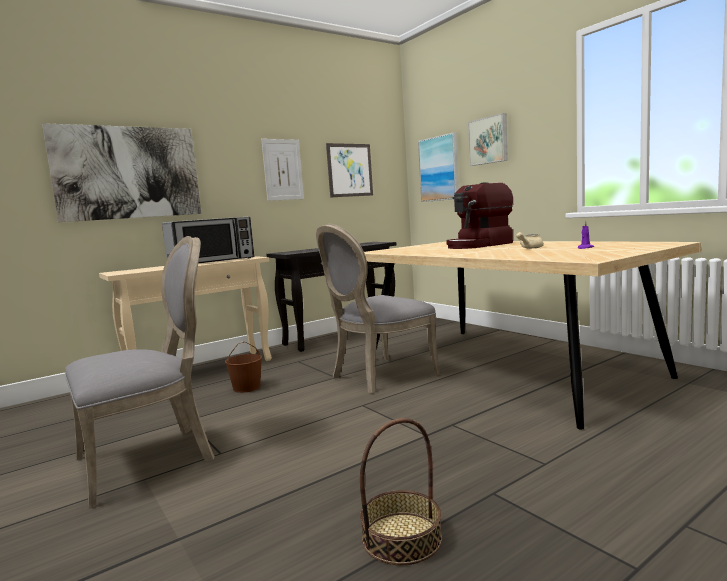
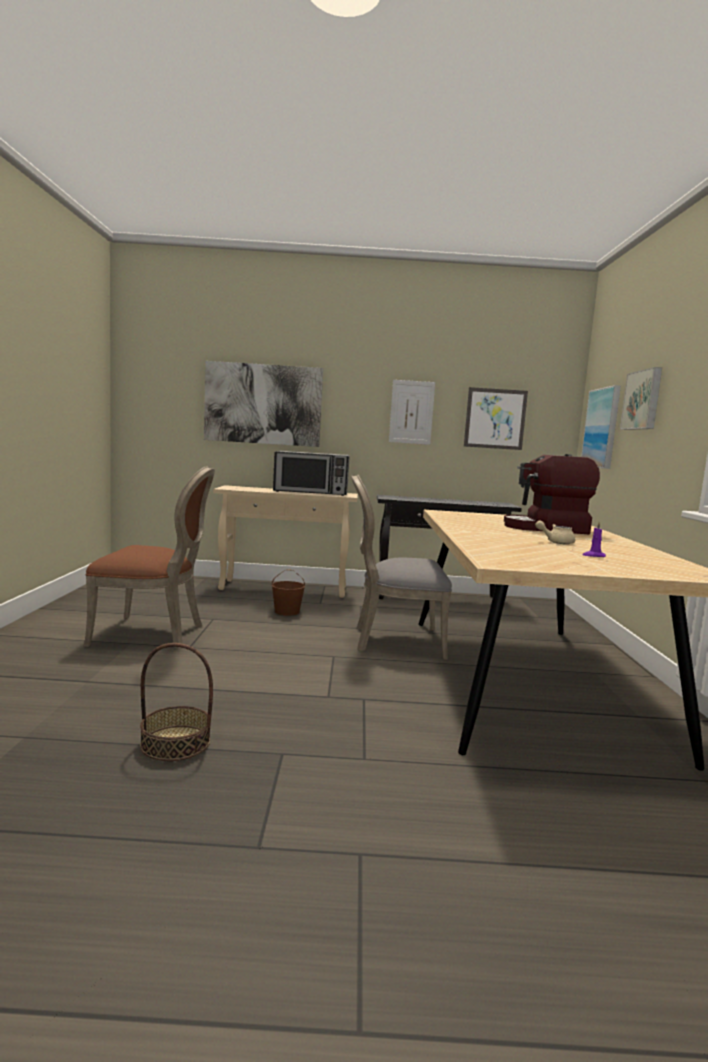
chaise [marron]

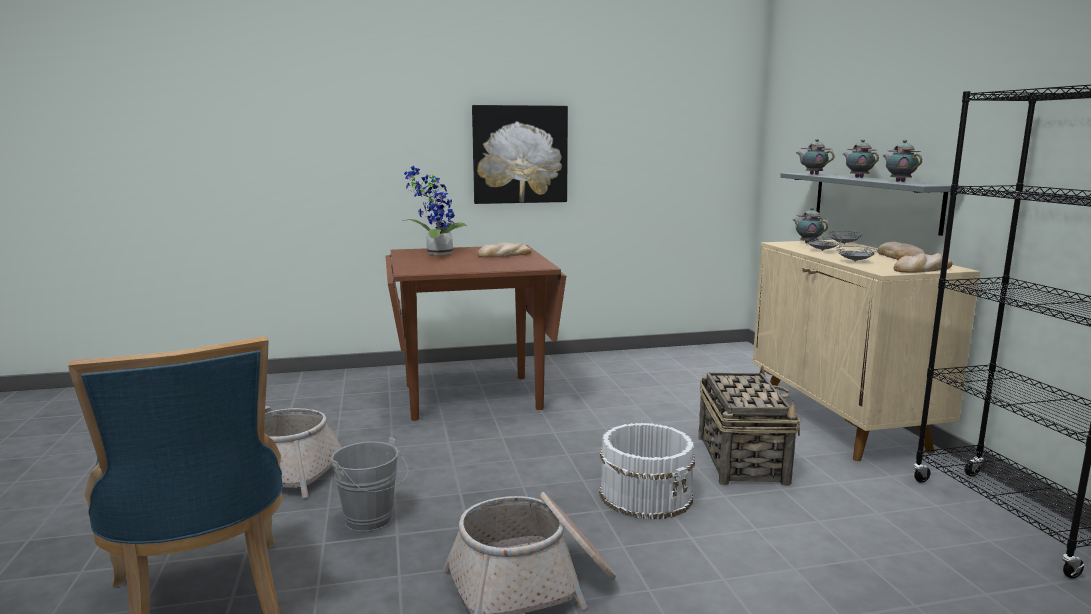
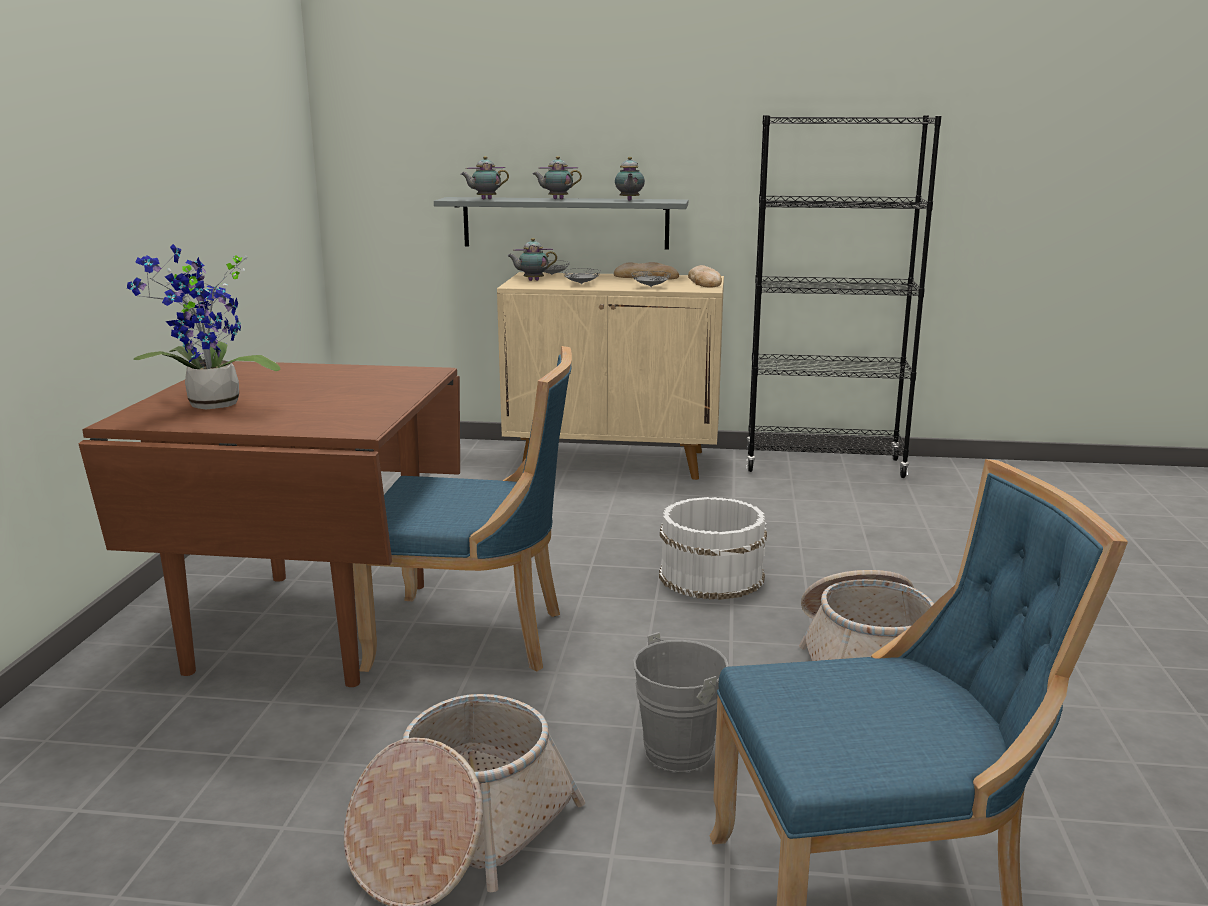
tableau; pain (1st from left in the first image); panier (3rd from left in the first image); chaise [bleu] (1st from left); théière (4th from left)

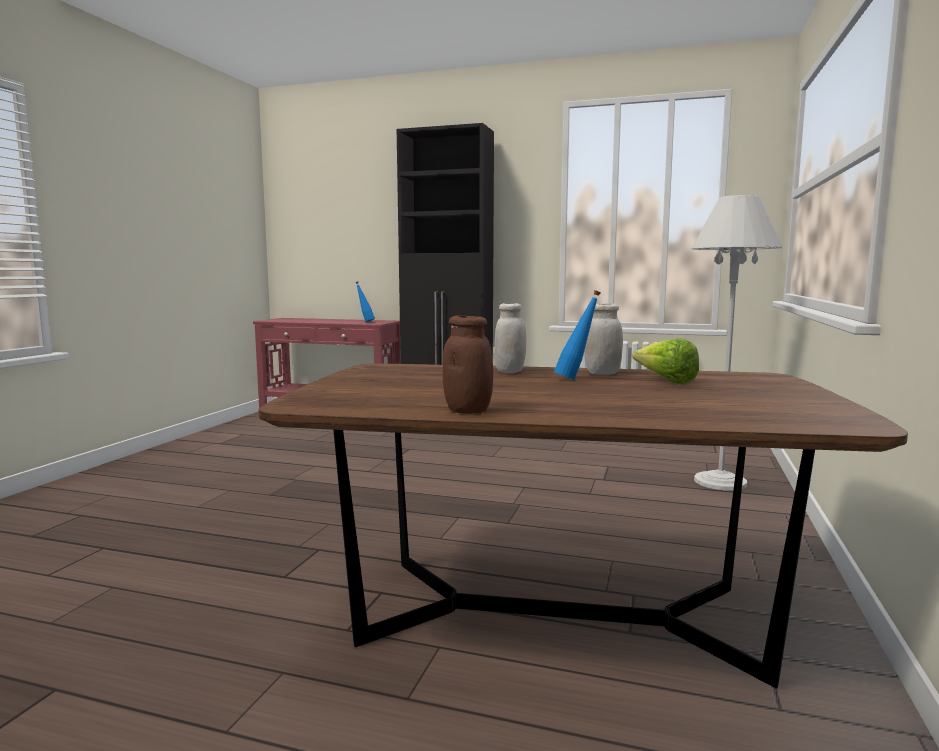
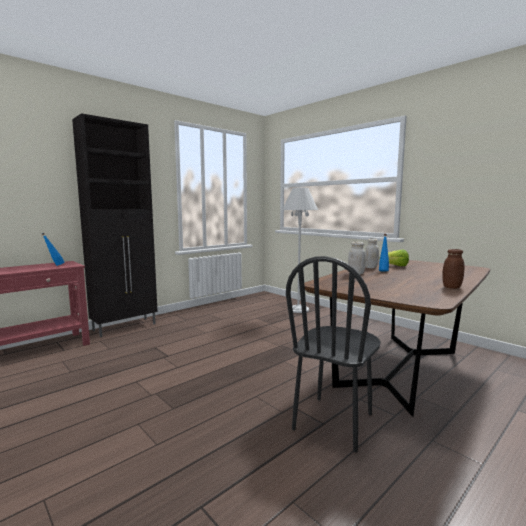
chaise [noir]

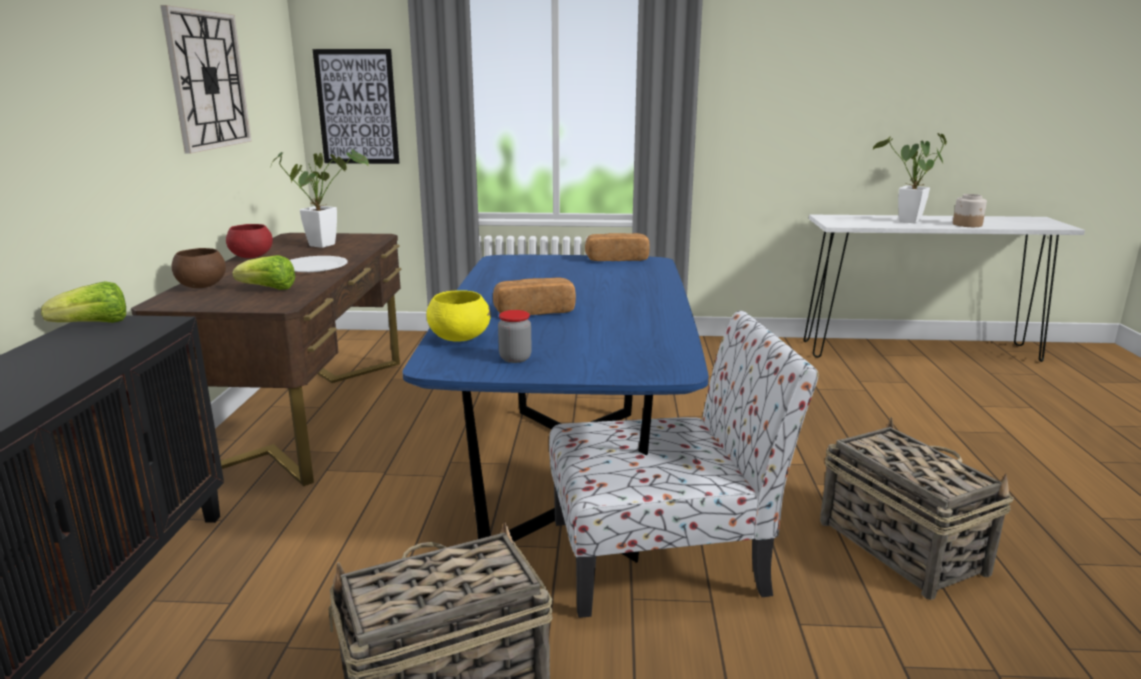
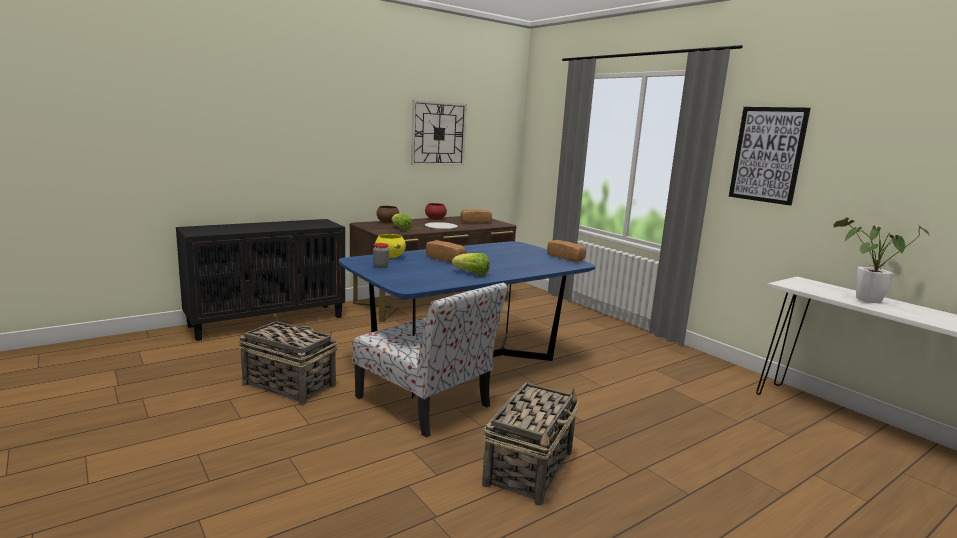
bocal (2nd from left in the first image); laitue (2nd from left); tableau; pain (2nd from left)

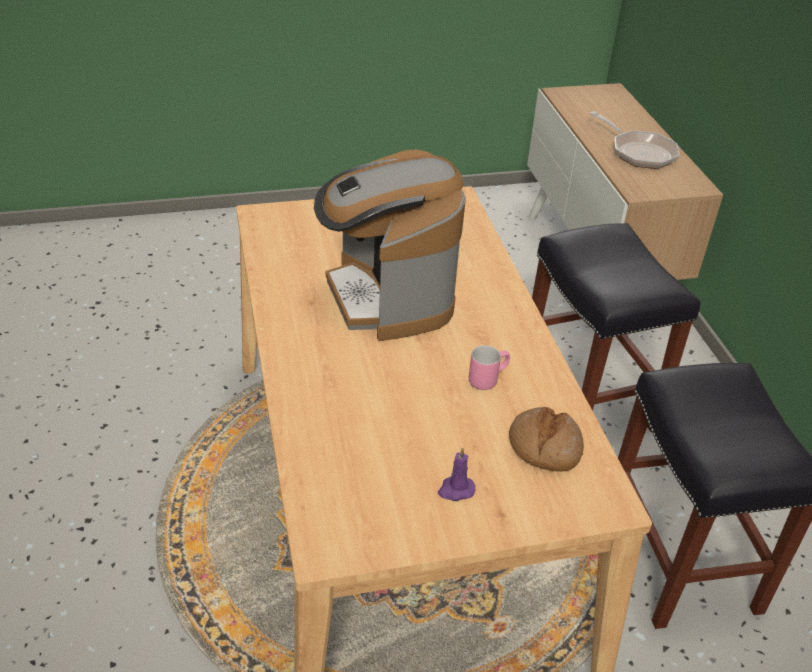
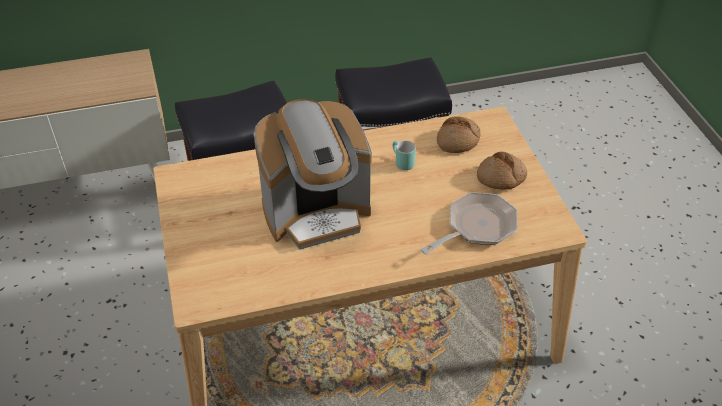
poêle; pain (2nd from left); mug [turquoise]

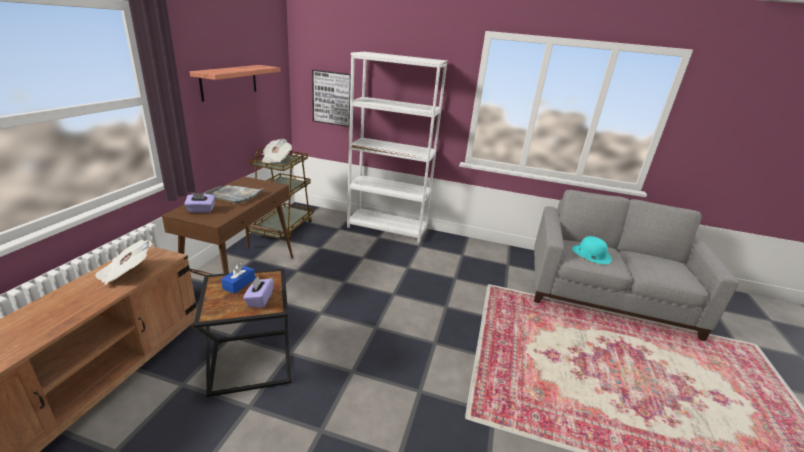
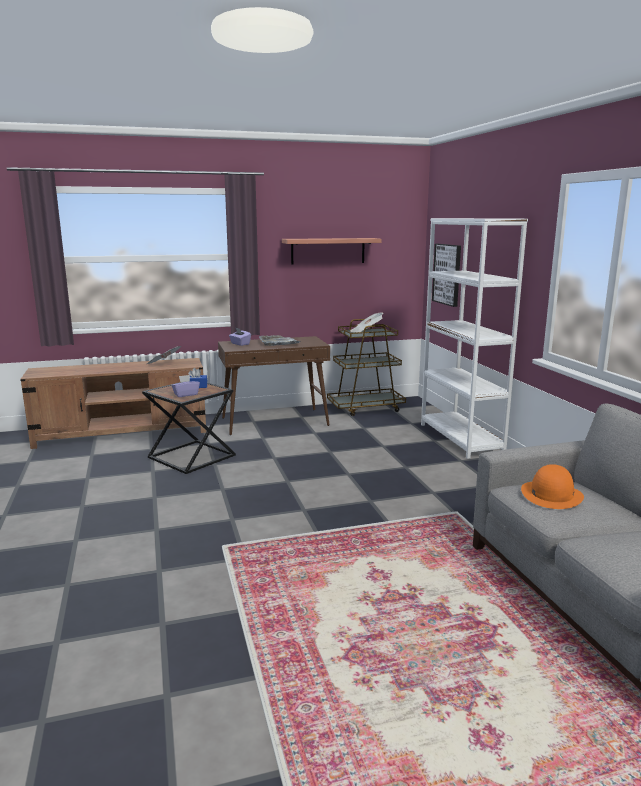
chapeau [orange]

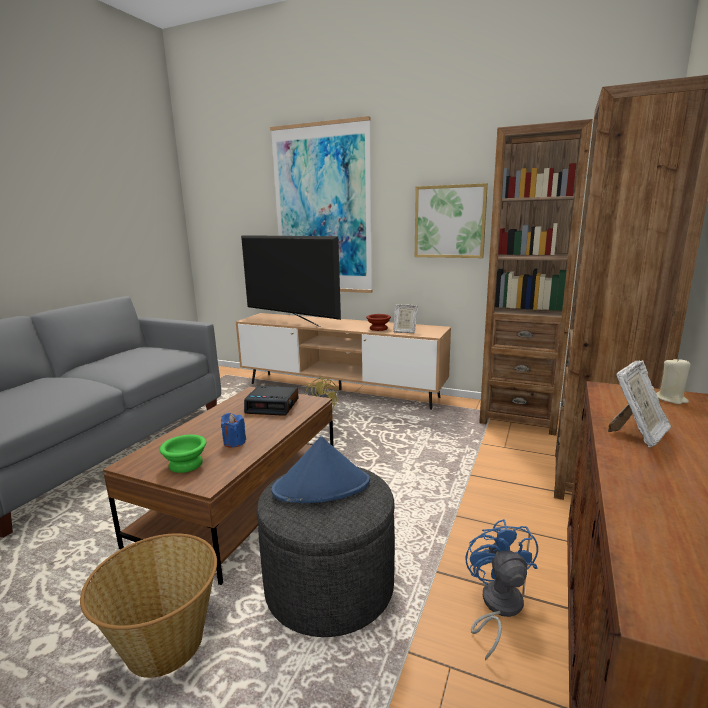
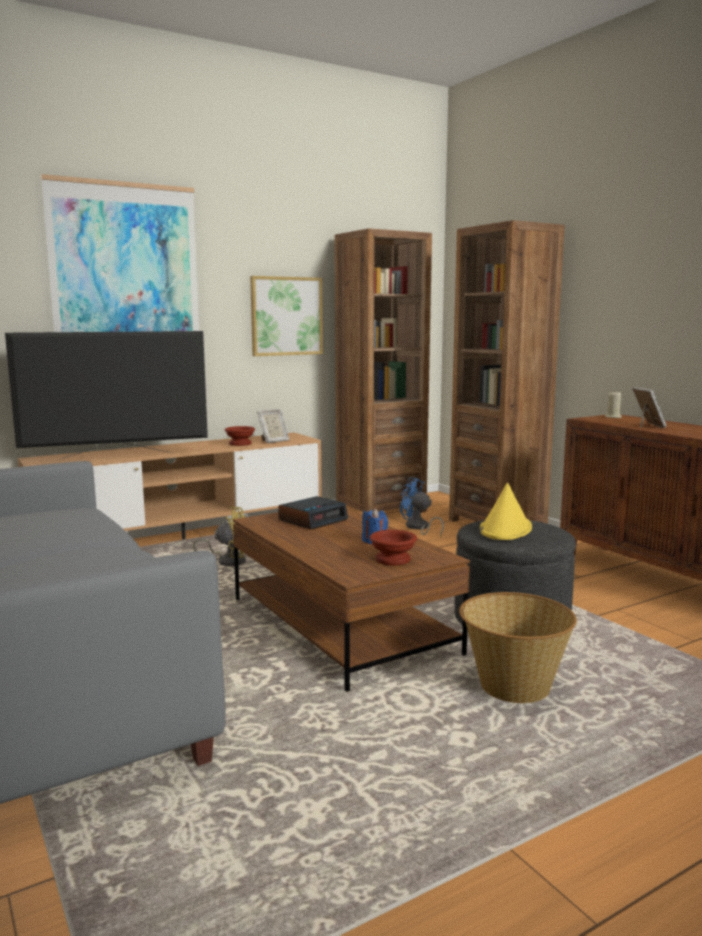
ventilateur [bleu]; bol [marron] (2nd from left); chapeau [jaune]

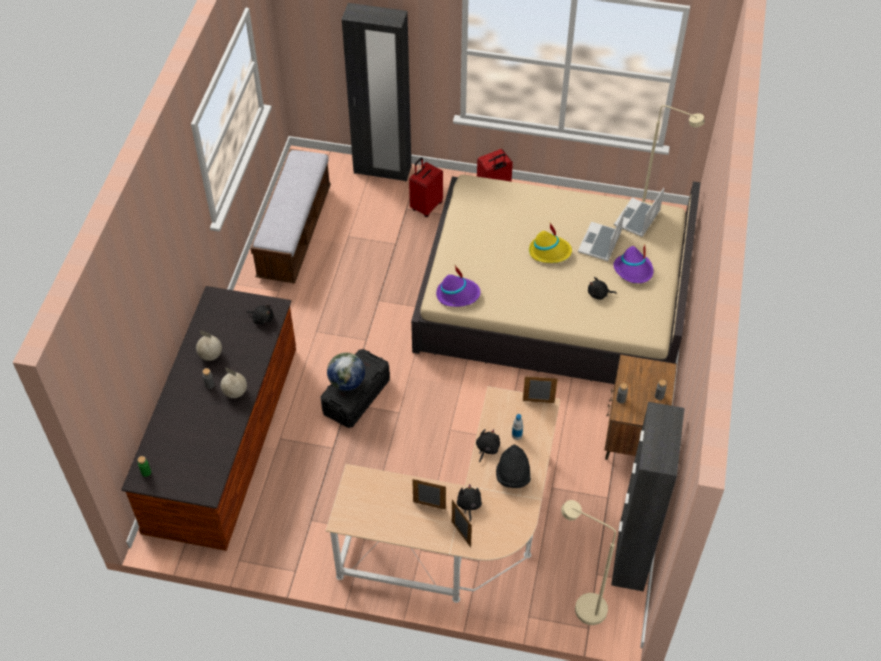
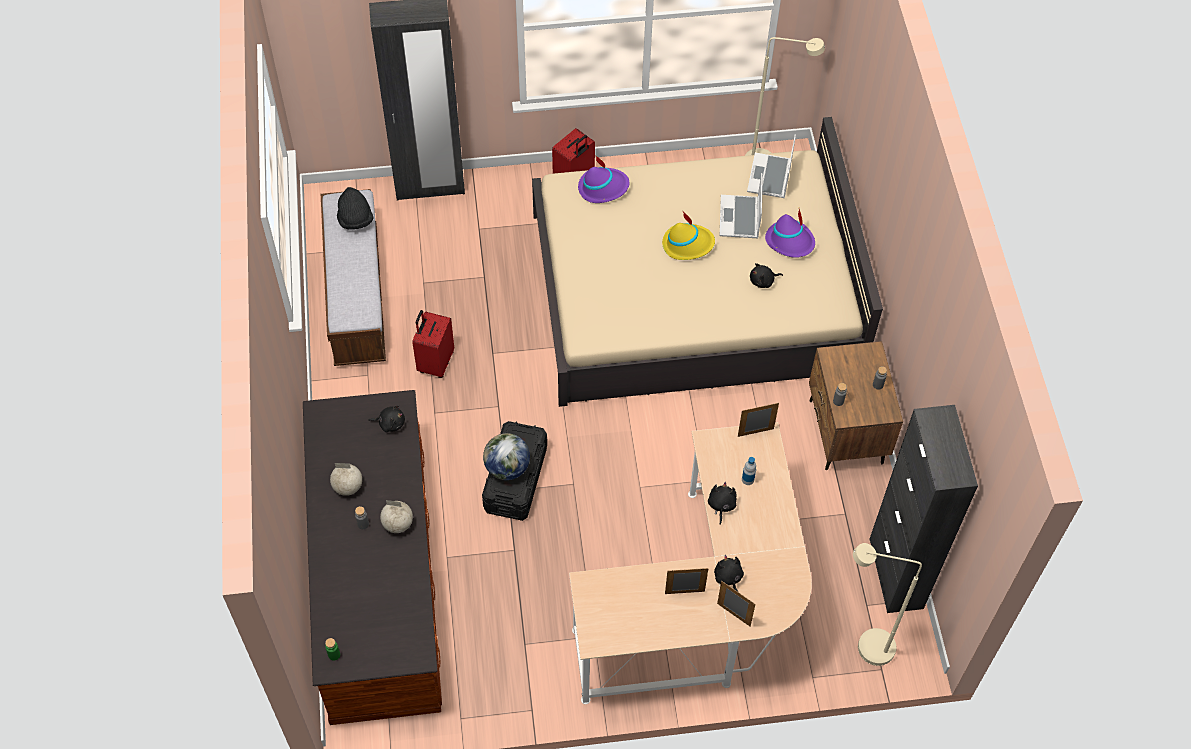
valise [rouge] (1st from left); chapeau [violet] (1st from left); chapeau [noir]

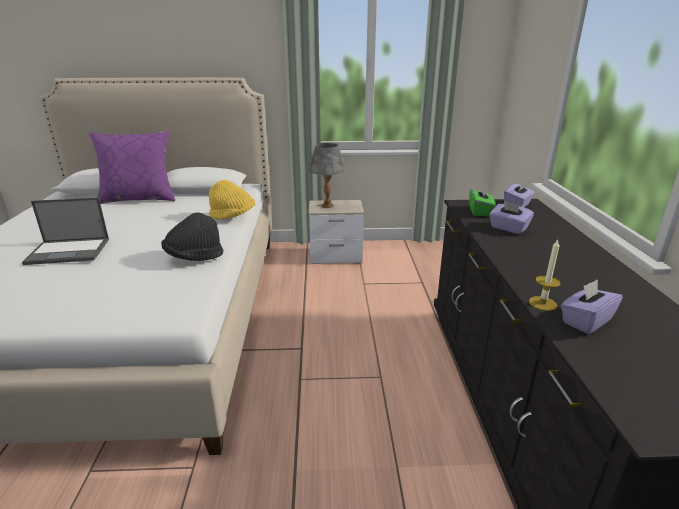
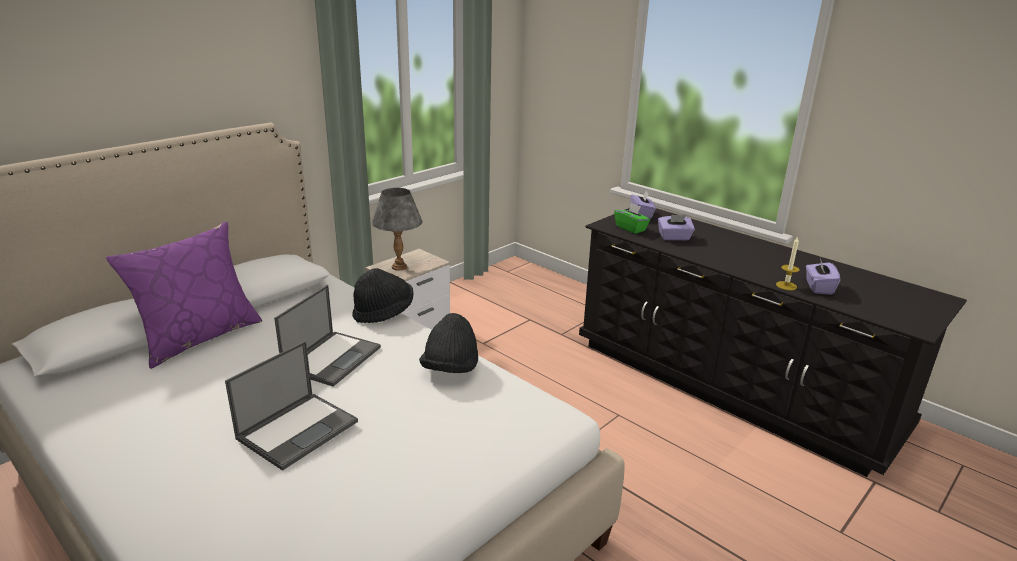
ordinateur portable (2nd from left); chapeau [noir] (1st from left)

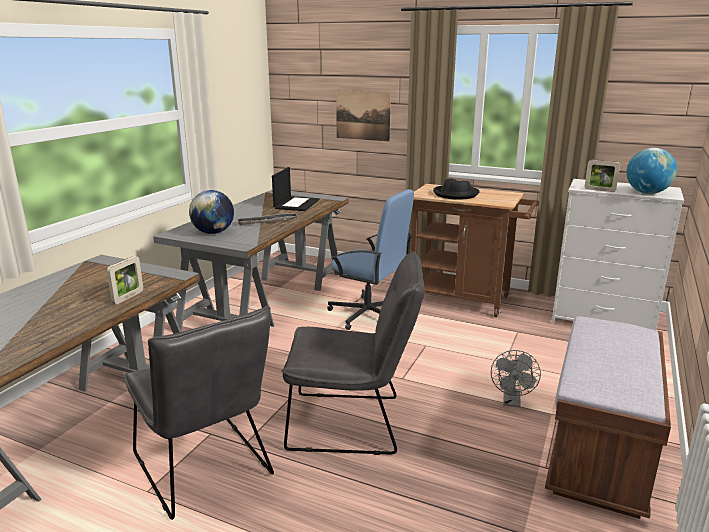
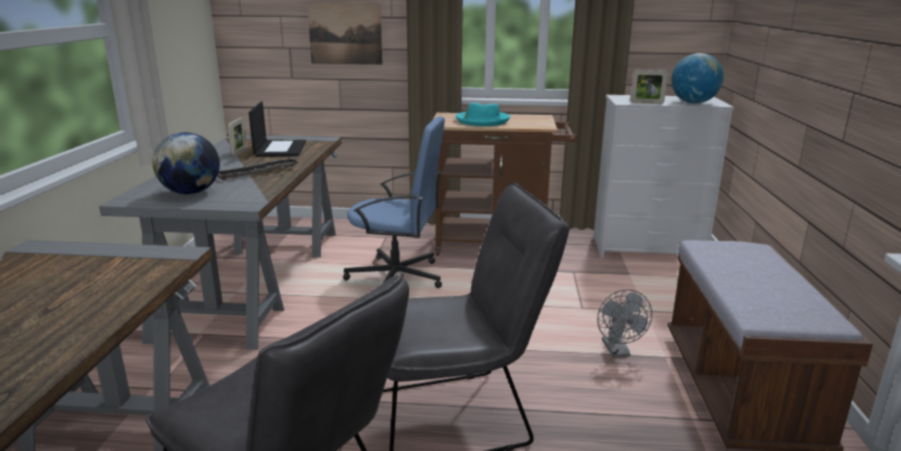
cadre photo (1st from left); chapeau [turquoise]

